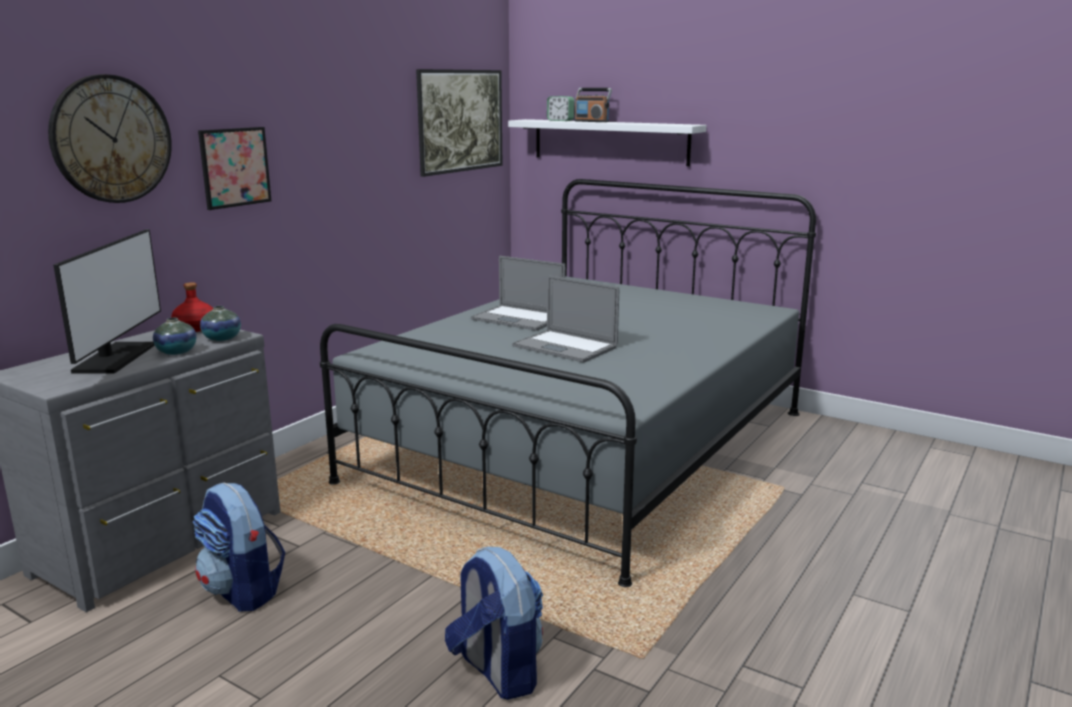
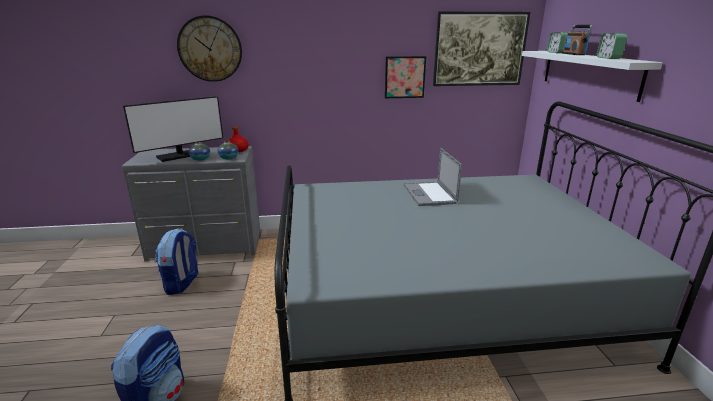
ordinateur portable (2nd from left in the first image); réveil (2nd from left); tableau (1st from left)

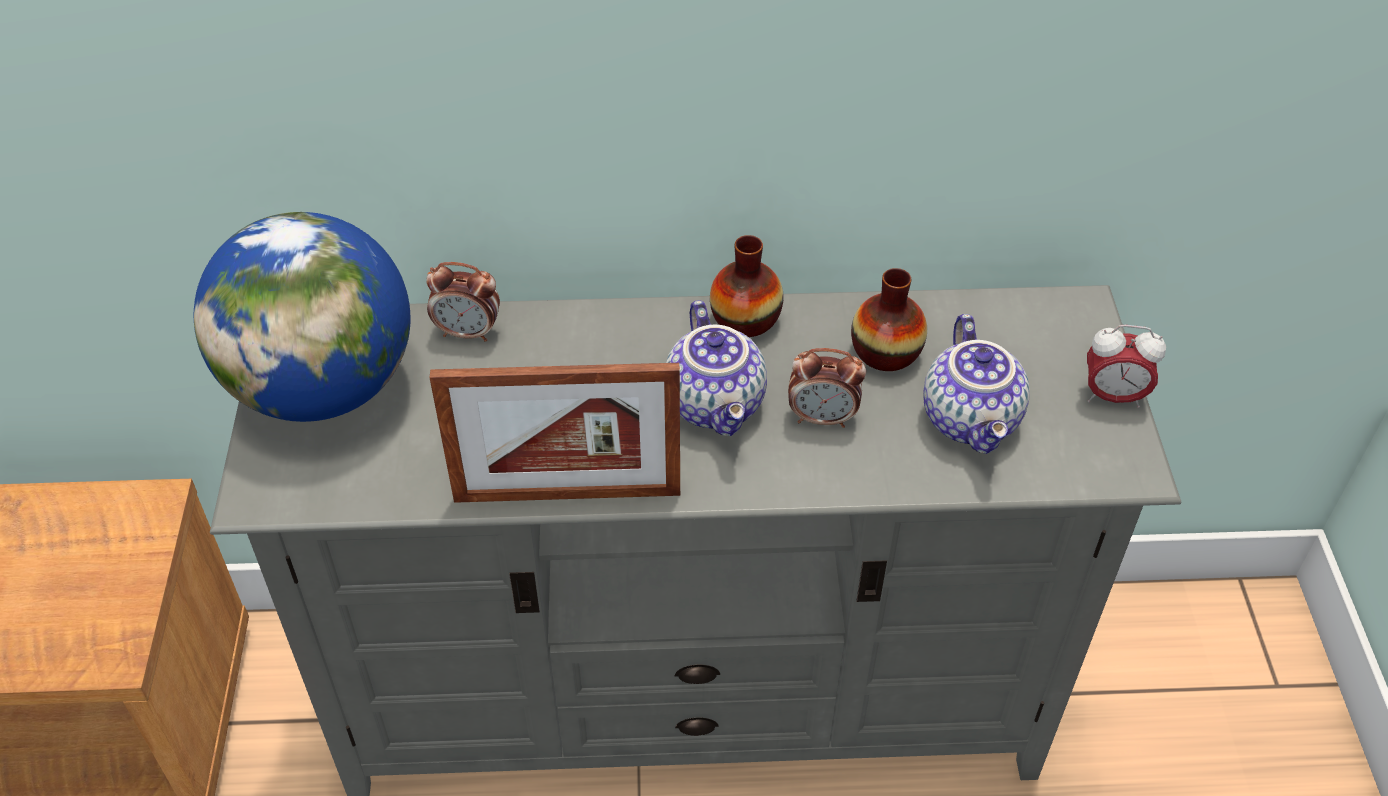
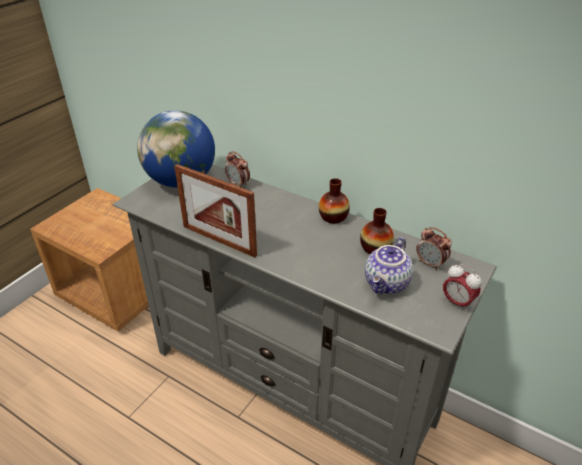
théière (1st from left in the first image); réveil (2nd from left)

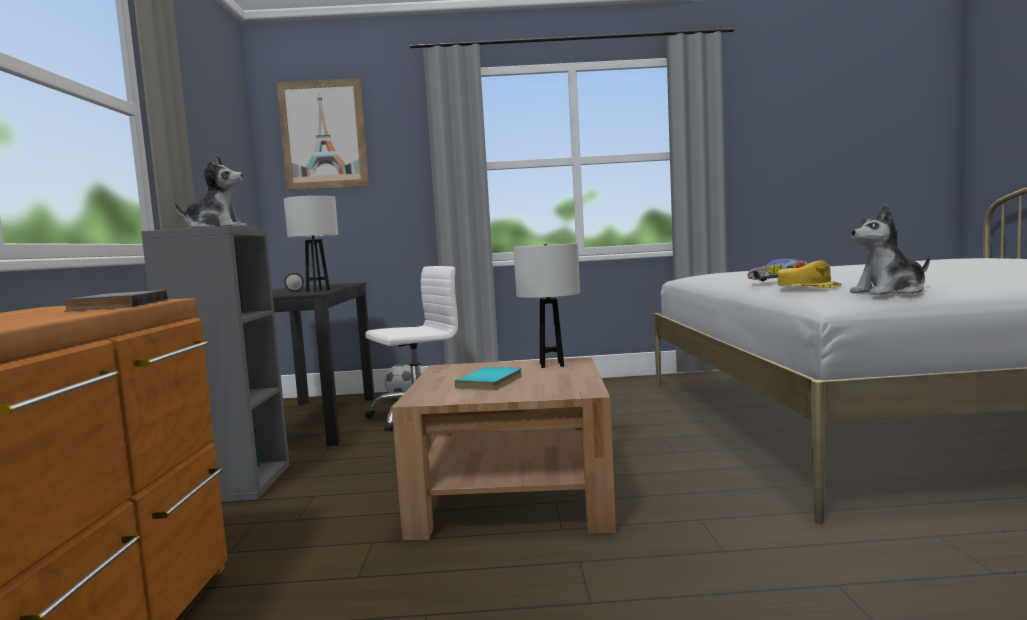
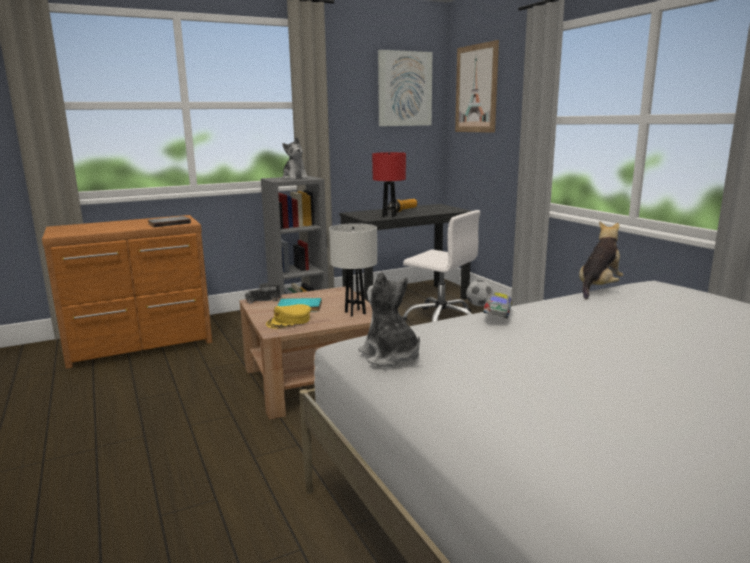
camion jouet; tableau (1st from left); peluche (3rd from left); casquette [jaune]; lampe de table [rouge]

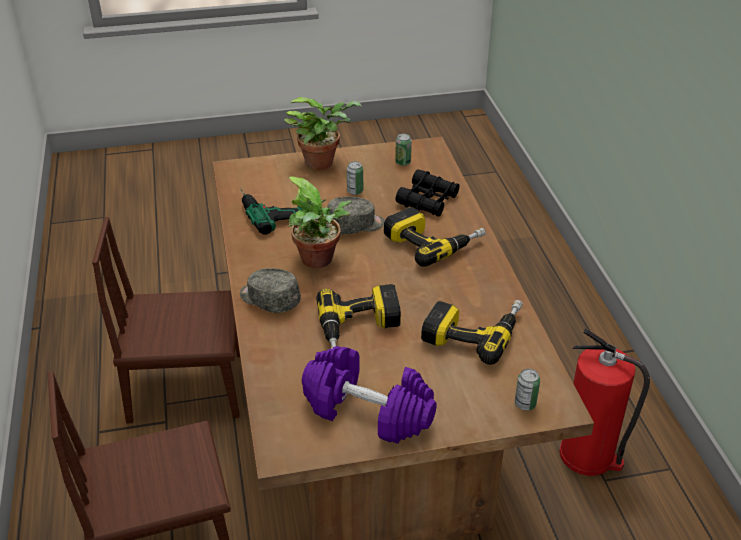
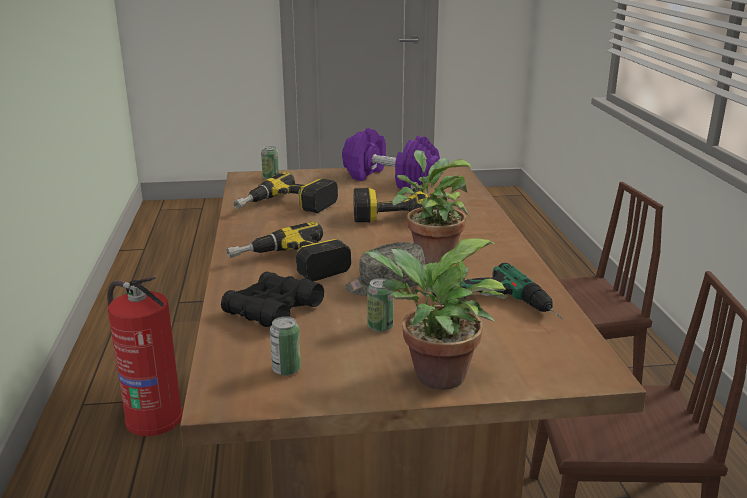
casquette [gris] (1st from left in the first image)

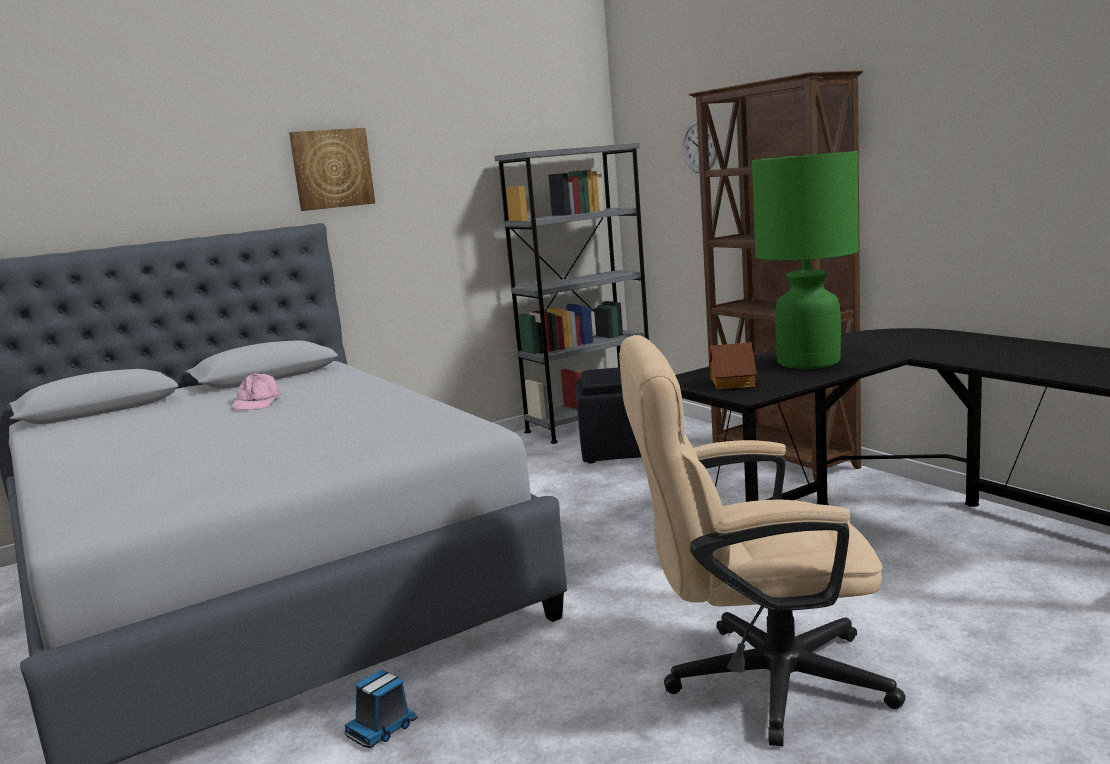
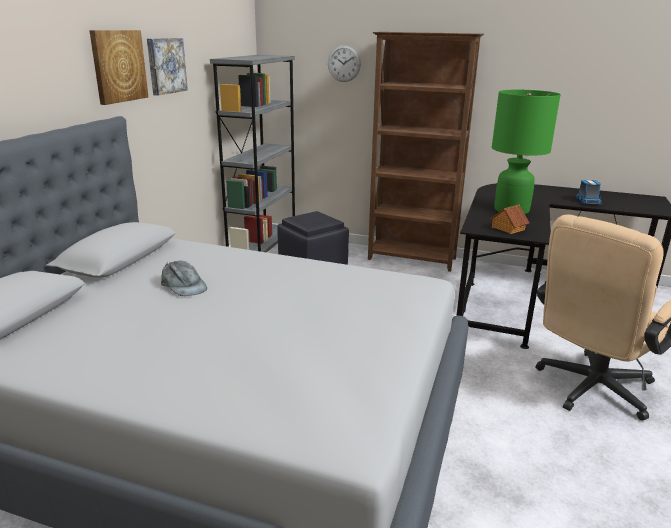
tableau (2nd from left); camion jouet; casquette [gris]

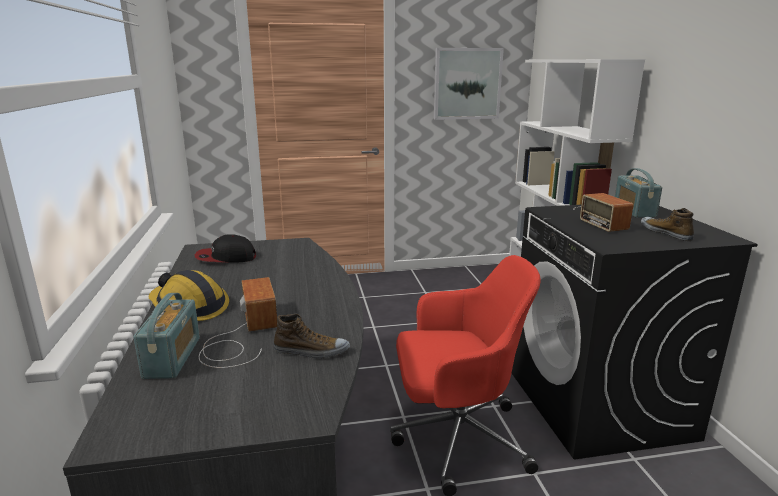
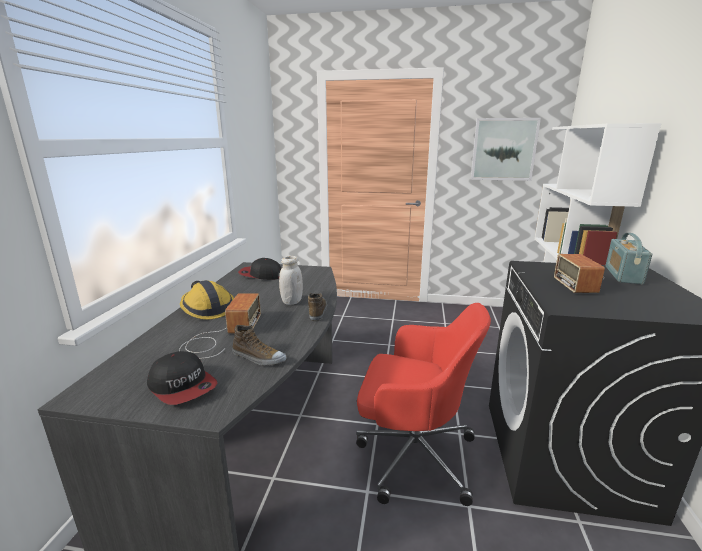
radio (1st from left in the first image); casquette (1st from left); bocal [blanc]; chaussure (2nd from left)

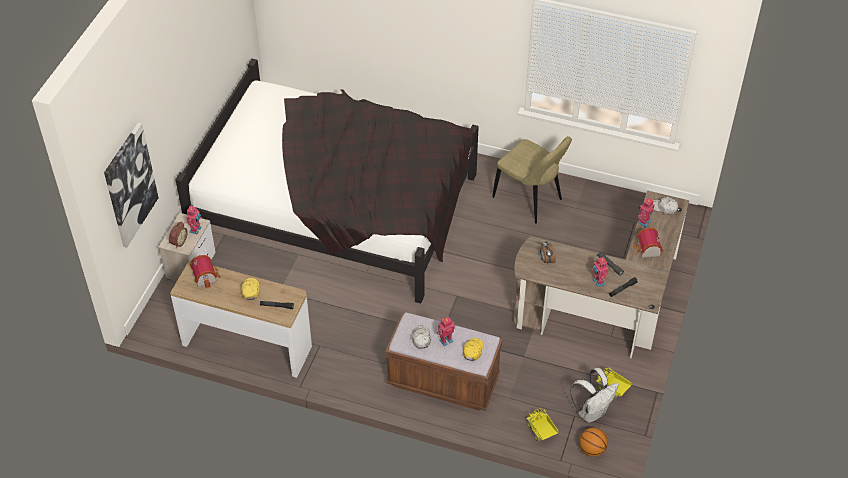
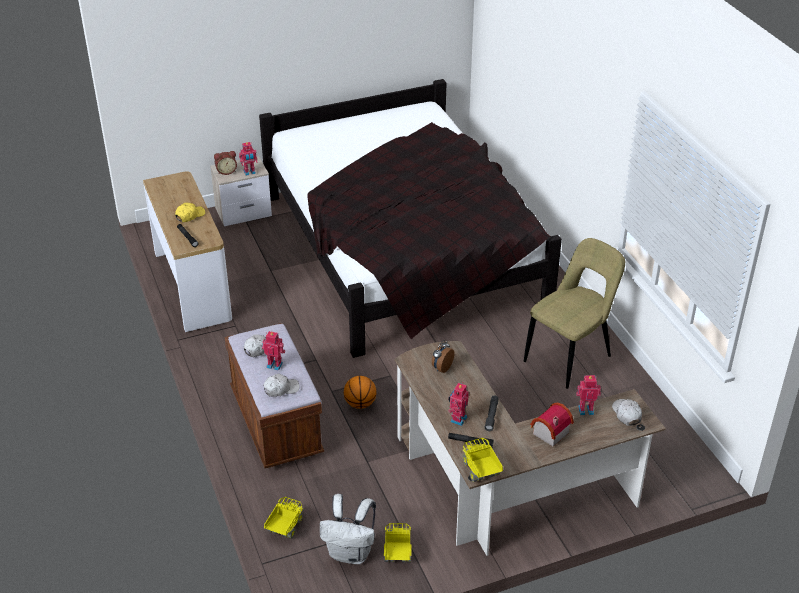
tableau; maison miniature (1st from left in the first image); camion jouet (3rd from left); ballon de basket; casquette [blanc] (2nd from left); chaise [beige]

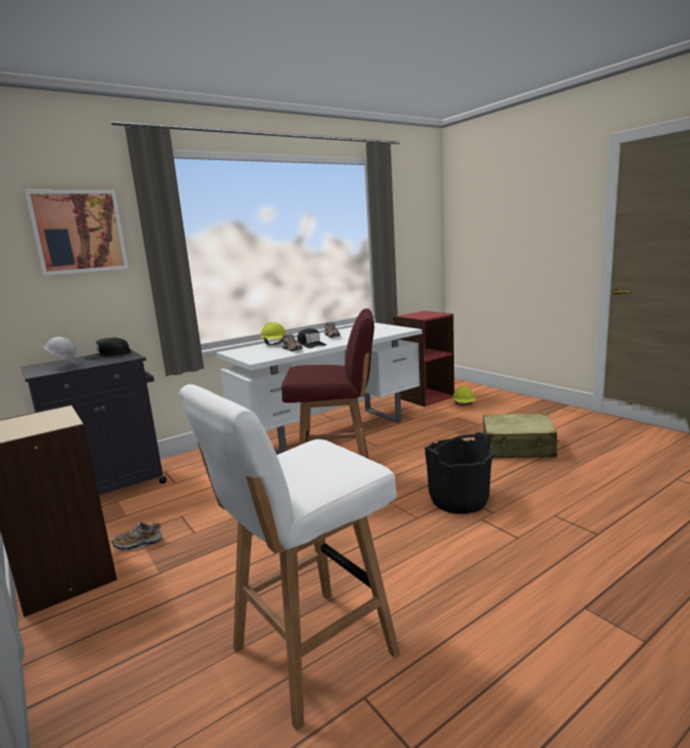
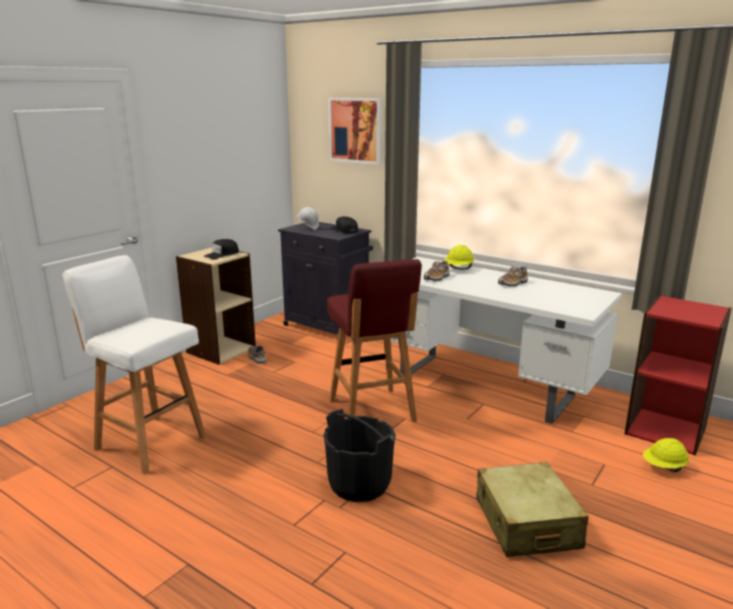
casquette [noir] (1st from left)

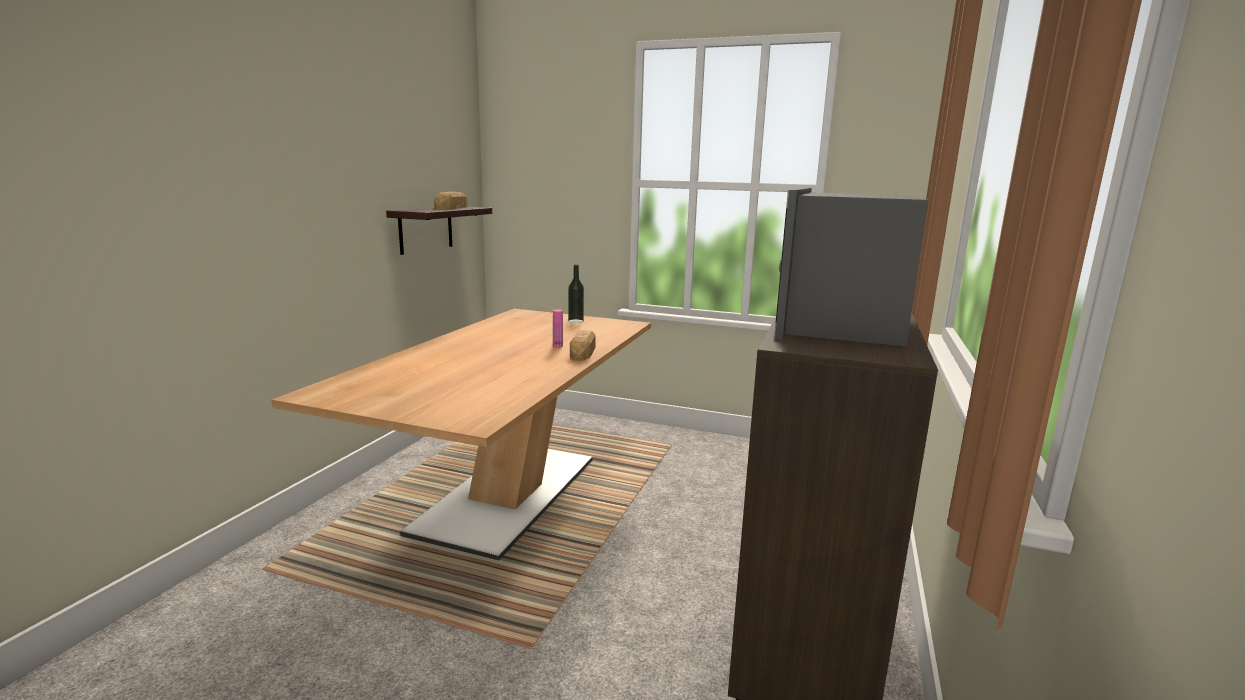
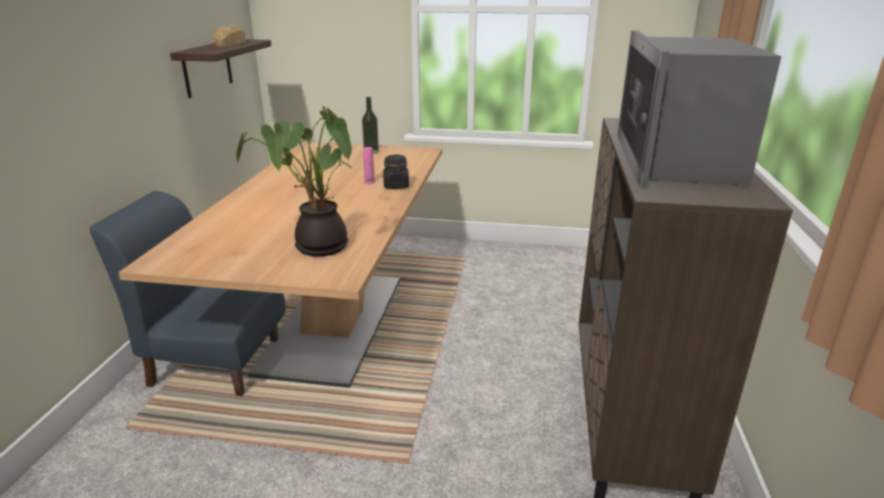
chaise [bleu]; plante en pot; bocal [noir]

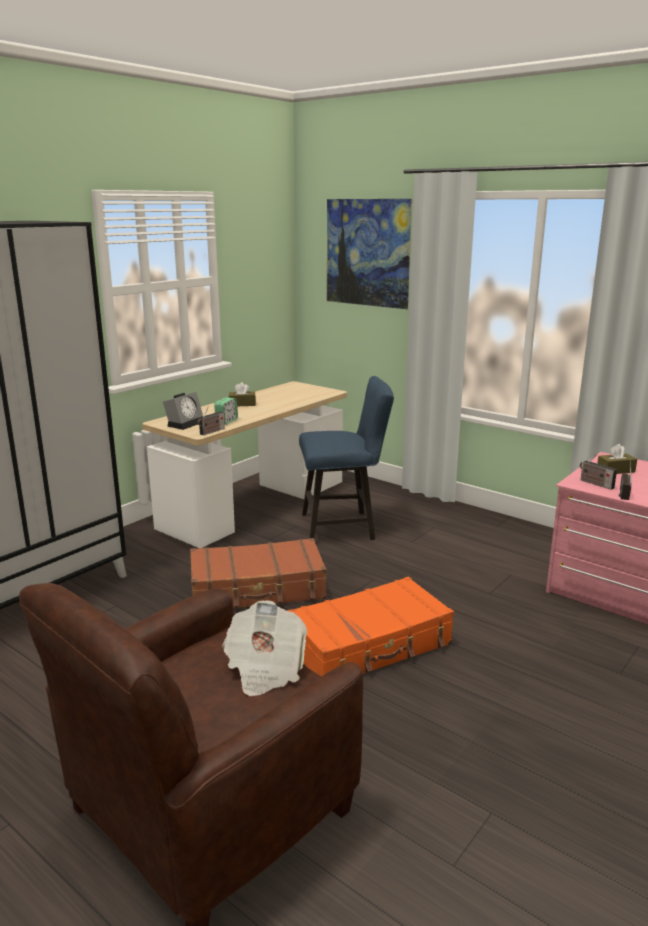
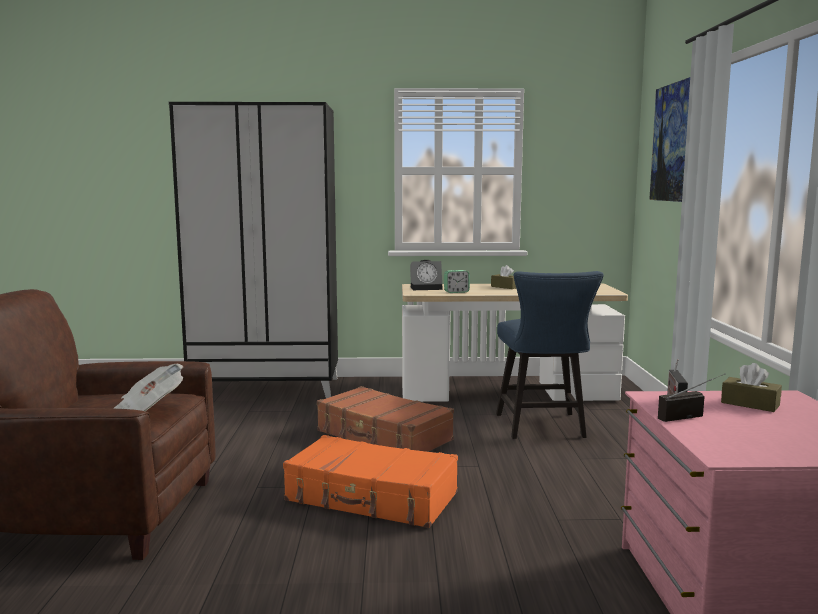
radio (1st from left in the first image); chaise [bleu]

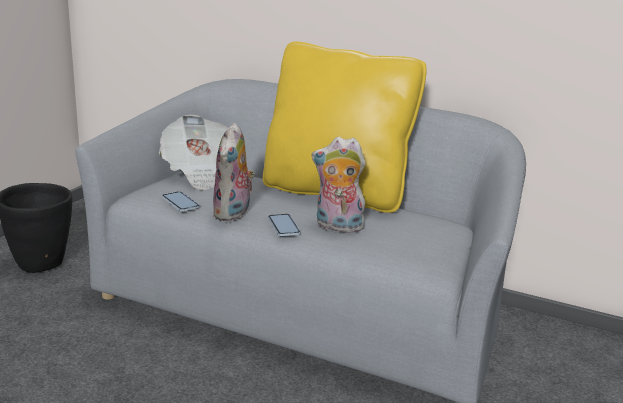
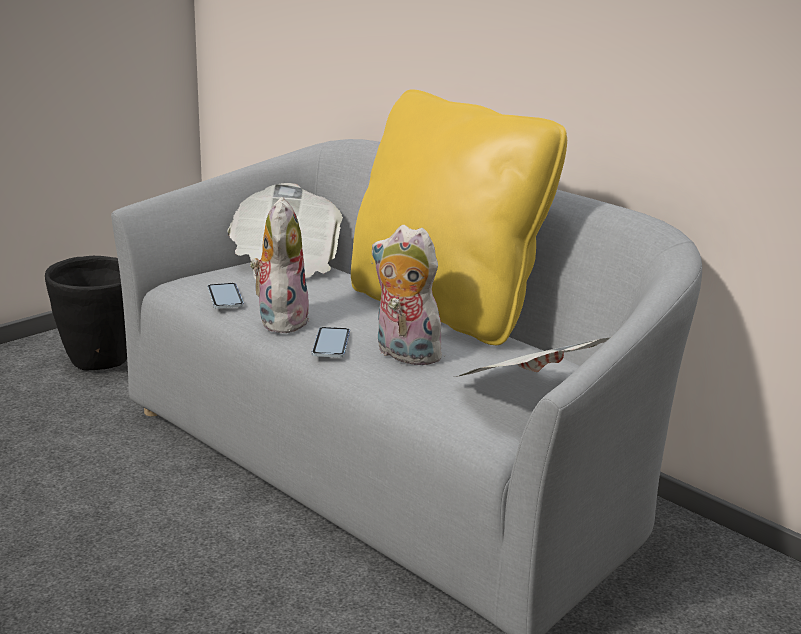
journal (2nd from left); peluche (1st from left)

